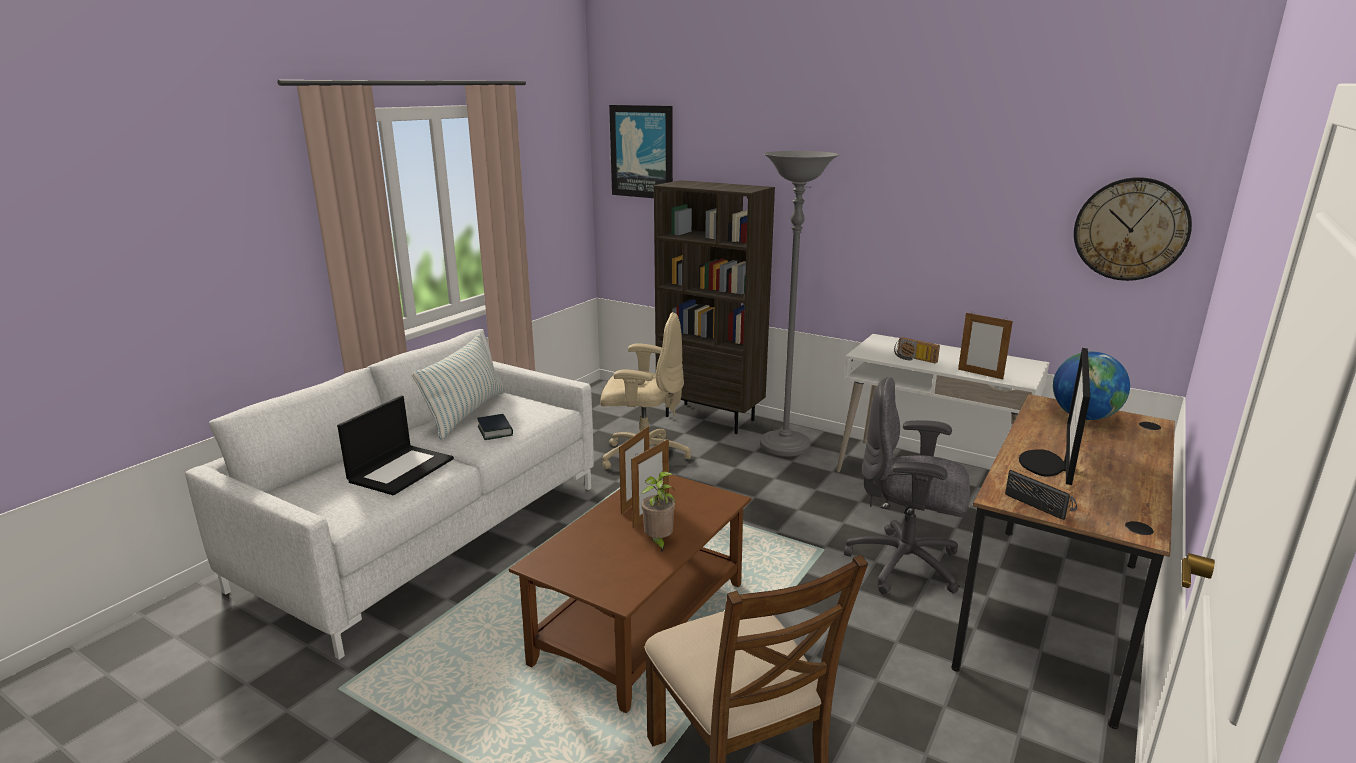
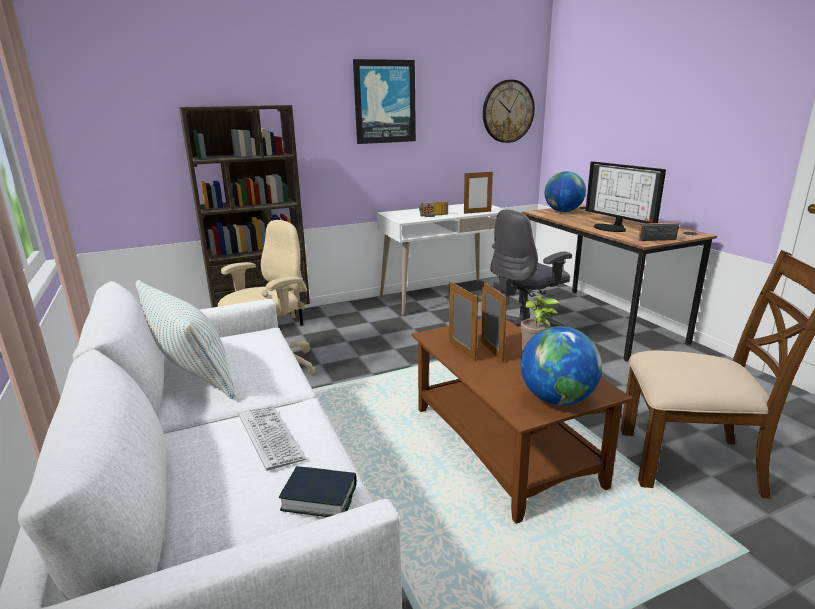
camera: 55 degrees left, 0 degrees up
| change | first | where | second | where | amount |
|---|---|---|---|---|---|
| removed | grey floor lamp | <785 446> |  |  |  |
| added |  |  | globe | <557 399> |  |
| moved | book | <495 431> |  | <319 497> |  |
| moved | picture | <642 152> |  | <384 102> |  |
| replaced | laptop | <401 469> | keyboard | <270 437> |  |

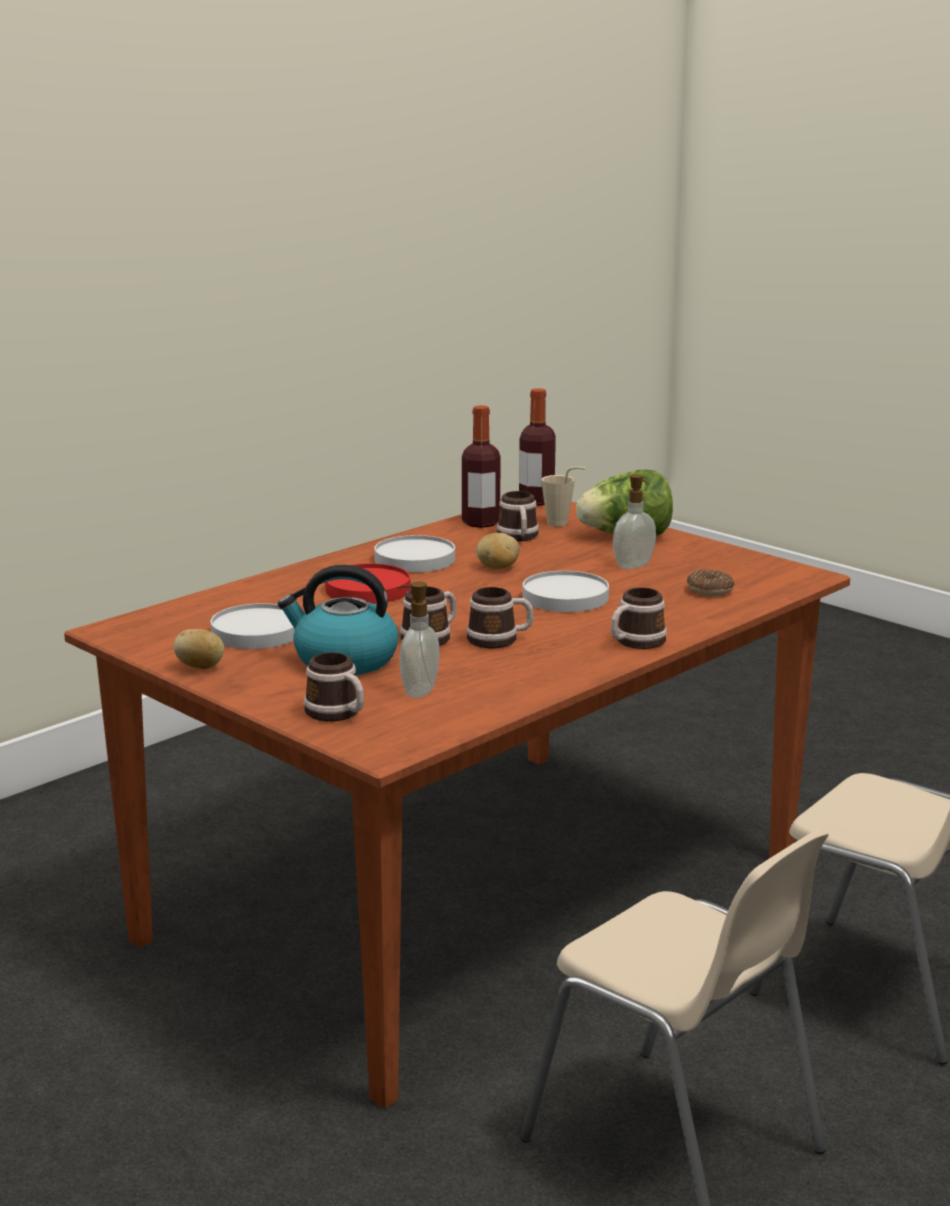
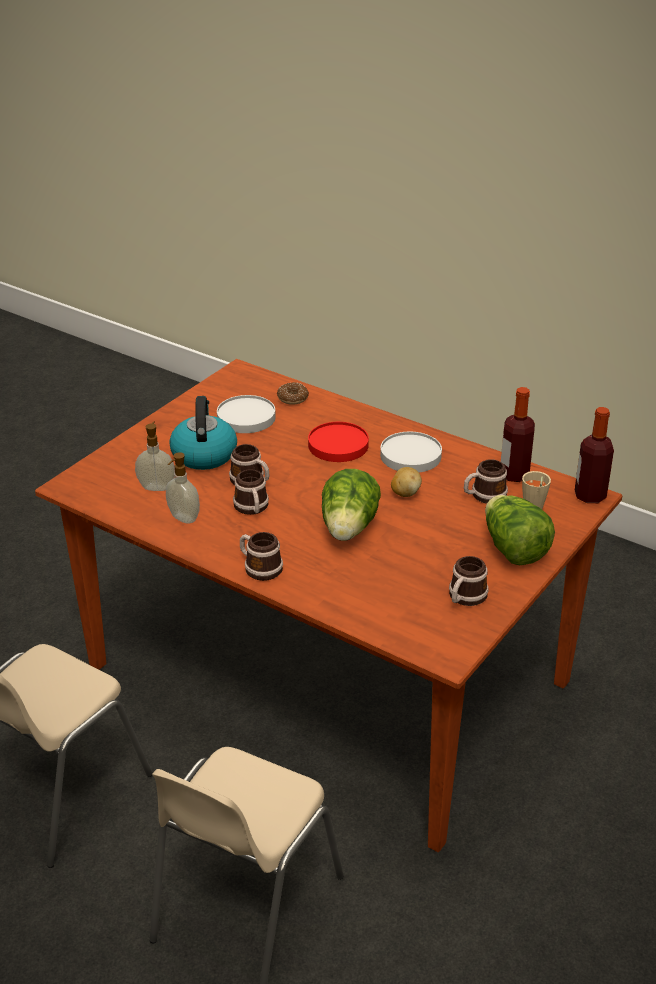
camera: 80 degrees right, 15 degrees up
| change | first | where | second | where | amount |
|---|---|---|---|---|---|
| removed | potato | <200 667> |  |  |  |
| moved | mug | <338 714> |  | <465 598> |  |
| moved | soap dispenser | <634 566> |  | <183 518> |  |
| moved | donut | <709 590> |  | <292 398> |  |
| replaced | white plate | <565 597> | lettuce | <349 529> |  |

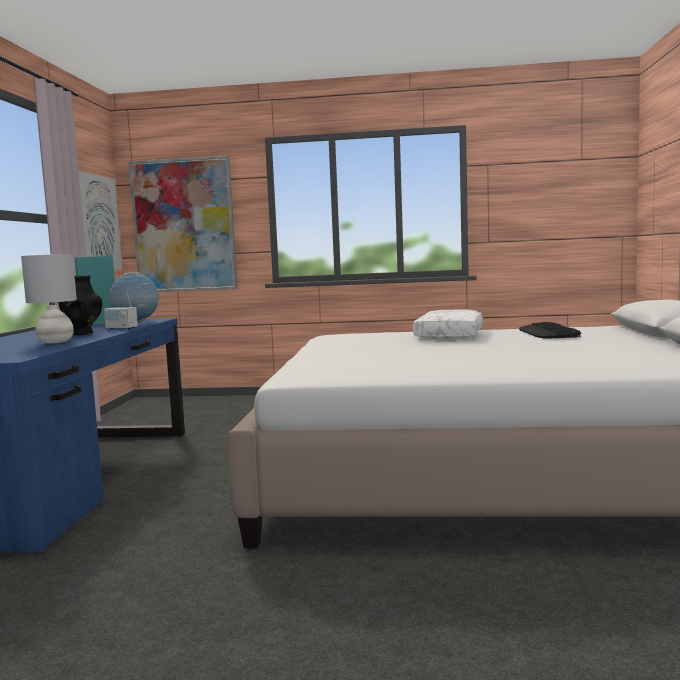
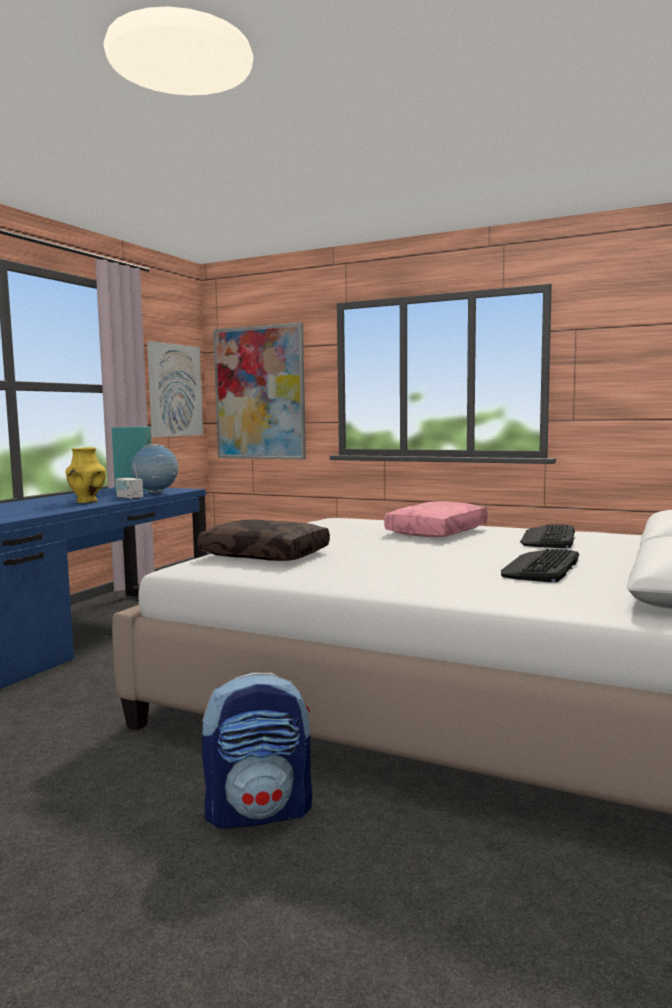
camera: 20 degrees right, 0 degrees up
| change | first | where | second | where | amount |
|---|---|---|---|---|---|
| removed | grey table lamp | <55 342> |  |  |  |
| added |  |  | brown pillow | <266 554> |  |
| added |  |  | backpack | <260 811> |  |
| added |  |  | keyboard | <541 567> |  |
| recoloured | black vase | <82 333> | yellow vase | <87 501> |  |
| recoloured | white pillow | <451 336> | pink pillow | <438 532> |  |

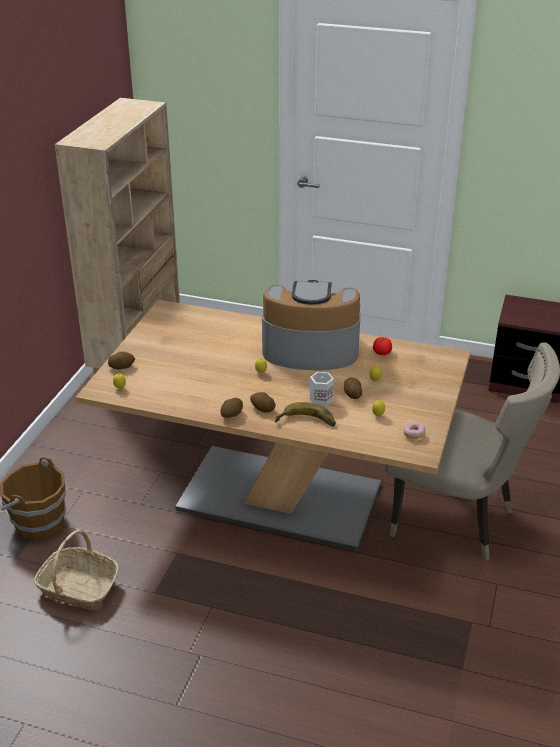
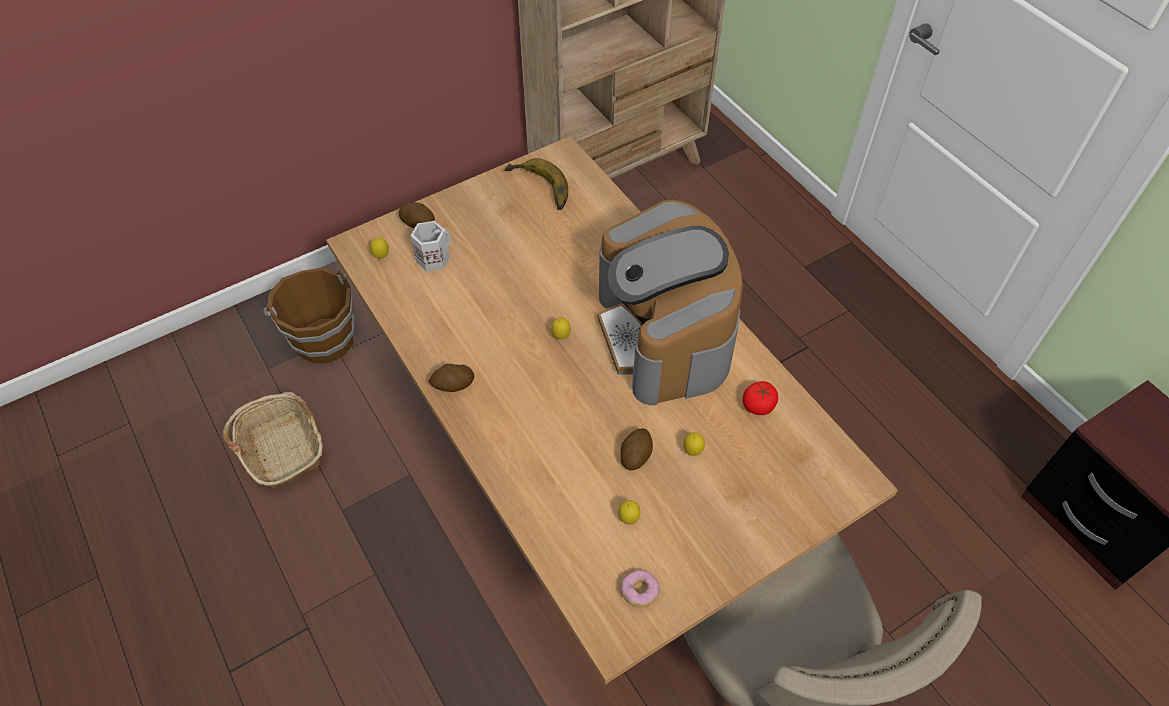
camera: 40 degrees right, 20 degrees up
| change | first | where | second | where | amount |
|---|---|---|---|---|---|
| removed | potato | <262 409> |  |  |  |
| moved | banana | <306 423> |  | <537 190> |  |
| moved | white mug | <320 399> |  | <433 257> |  |
| turned | coffee machine | <309 349> |  | <665 335> | 150 degrees counterclockwise |

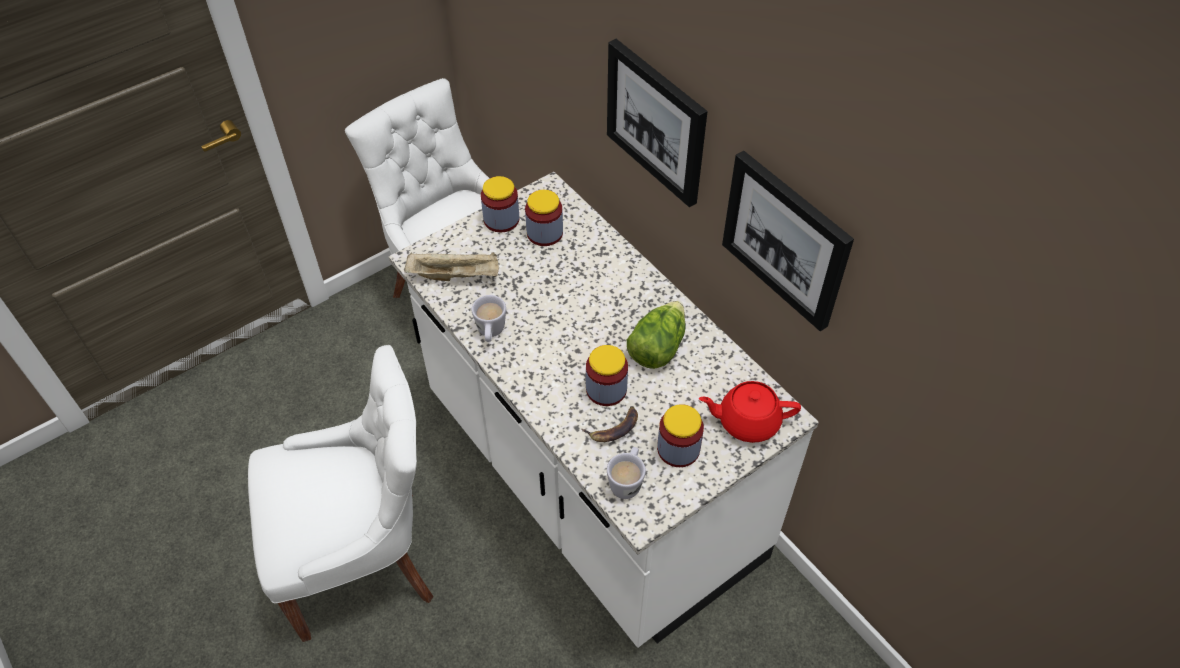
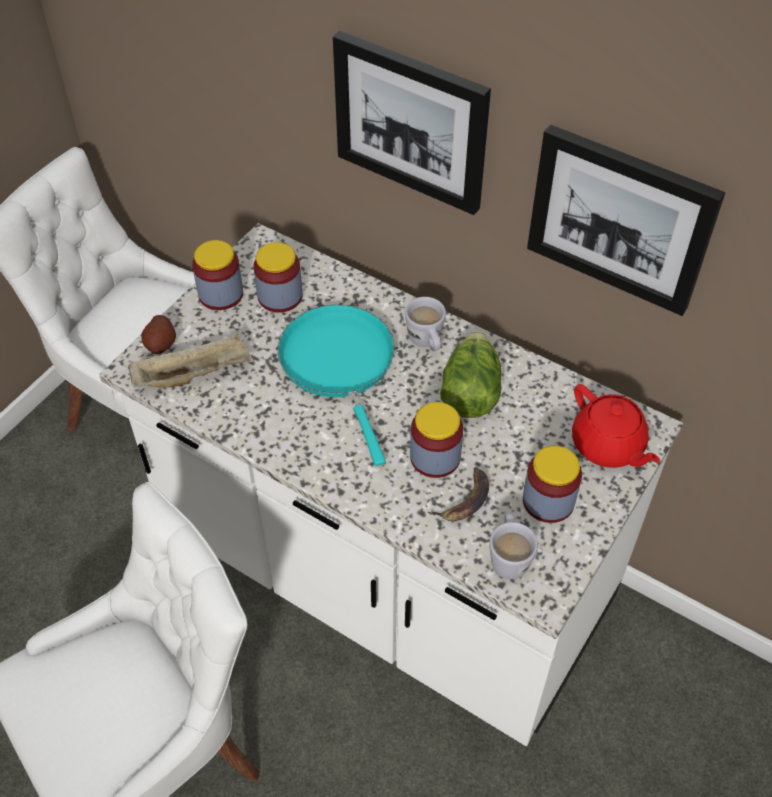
camera: 20 degrees left, 0 degrees up
| change | first | where | second | where | amount |
|---|---|---|---|---|---|
| added |  |  | potato | <161 344> |  |
| added |  |  | turquoise frying pan | <340 364> |  |
| moved | white mug | <490 333> |  | <427 342> |  |
| turned | red teapot | <747 421> |  | <608 445> | 105 degrees counterclockwise |

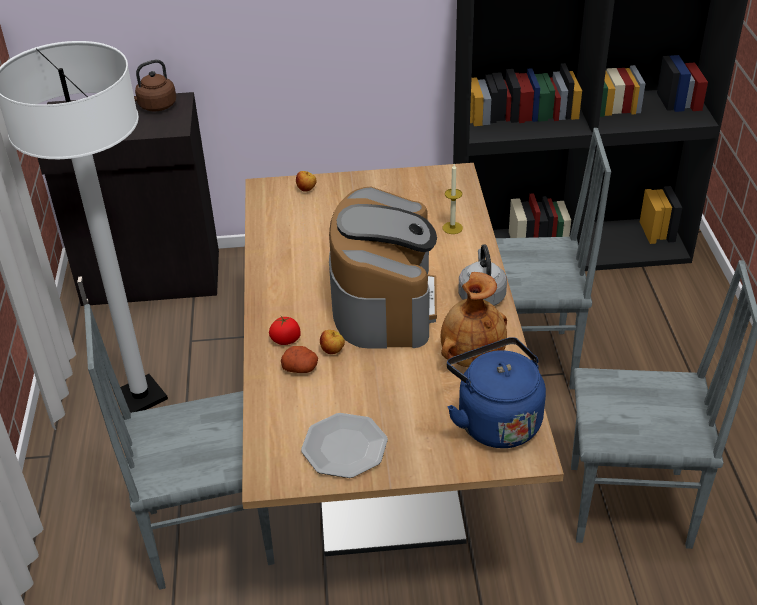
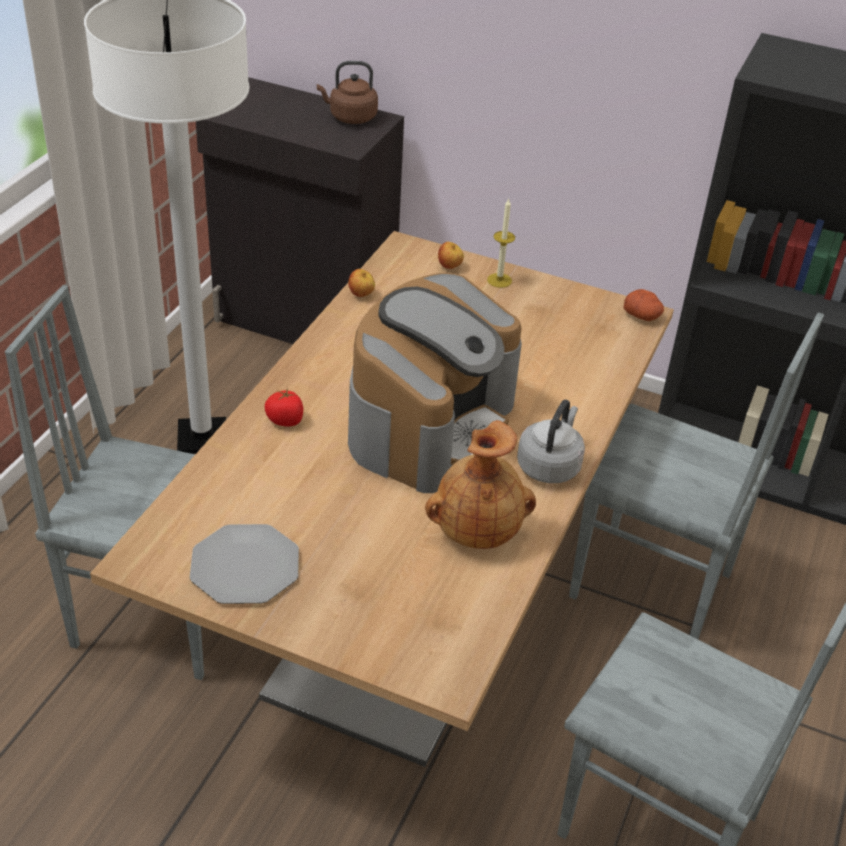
camera: 25 degrees right, 0 degrees up
| change | first | where | second | where | amount |
|---|---|---|---|---|---|
| removed | blue kettle | <495 420> |  |  |  |
| moved | potato | <301 368> |  | <642 316> |  |
| moved | apple | <332 351> |  | <361 295> |  |
| moved | candle | <452 228> |  | <499 280> |  |

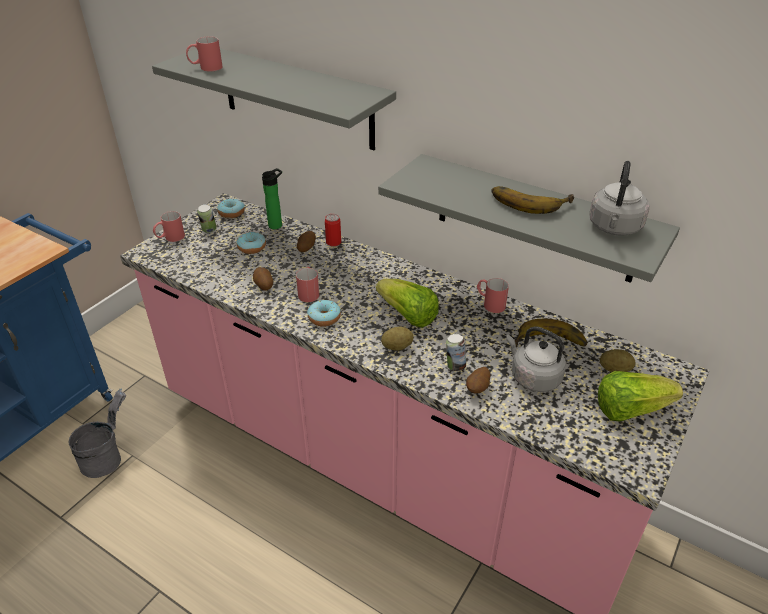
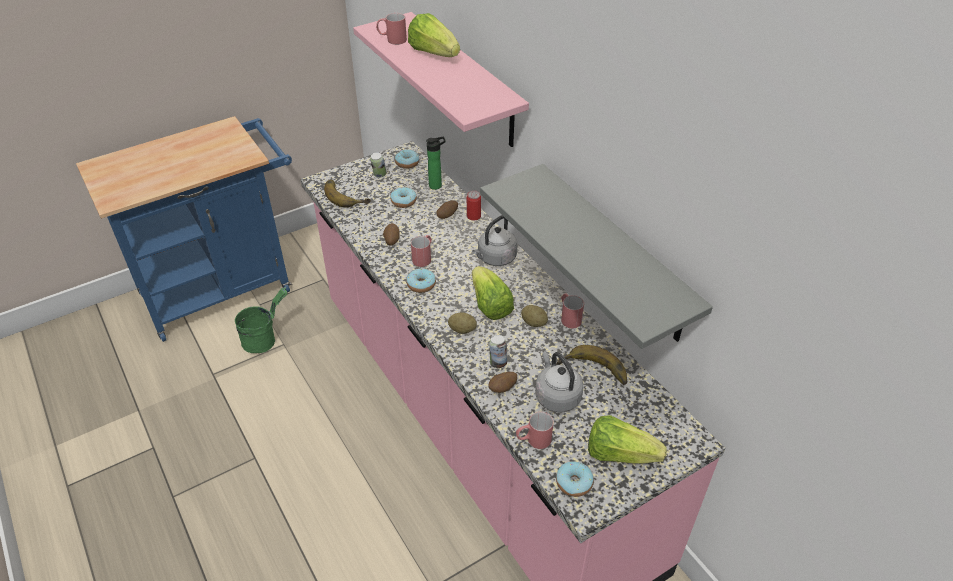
camera: 25 degrees right, 5 degrees up
| change | first | where | second | where | amount |
|---|---|---|---|---|---|
| added |  |  | lettuce | <434 53> |  |
| added |  |  | donut | <574 483> |  |
| moved | red mug | <170 238> |  | <533 440> |  |
| moved | banana | <529 200> |  | <347 195> |  |
| moved | grey kettle | <614 228> |  | <495 258> |  |
| moved | potato | <614 370> |  | <534 323> |  |
| recoloured | grey bucket | <107 457> | green bucket | <265 339> |  |
| recoloured | grey shelf | <296 97> | pink shelf | <465 80> |  |

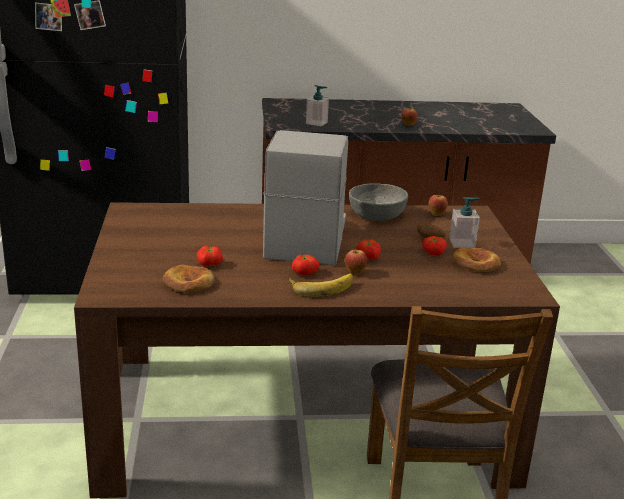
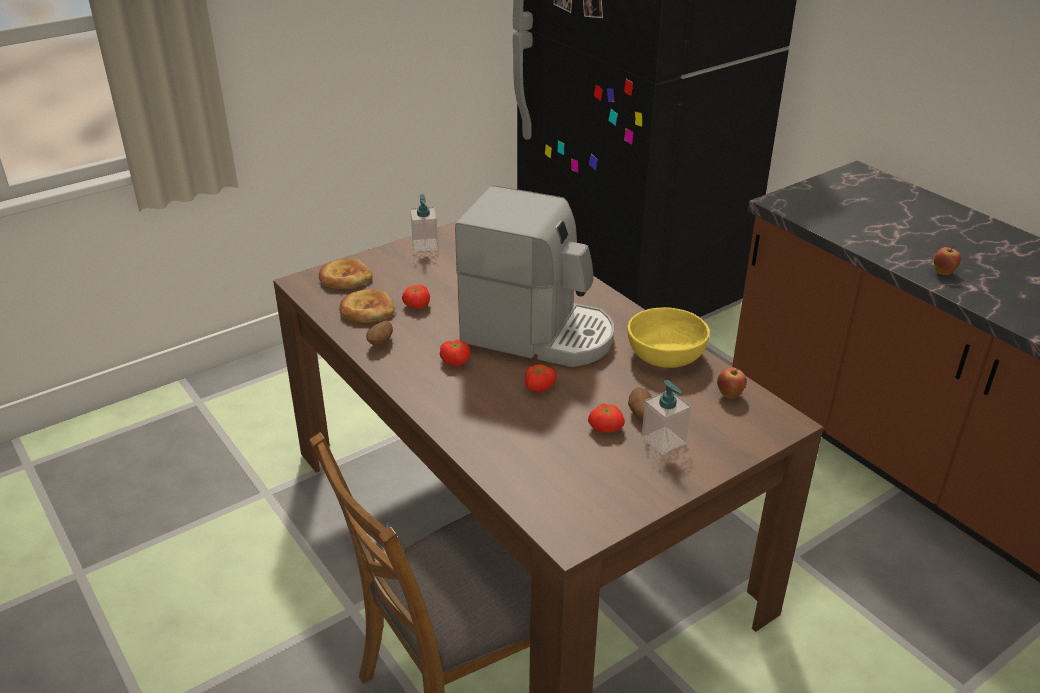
camera: 60 degrees right, 10 degrees up
| change | first | where | second | where | amount |
|---|---|---|---|---|---|
| removed | banana | <321 286> |  |  |  |
| removed | apple | <355 272> |  |  |  |
| added |  |  | potato | <381 343> |  |
| moved | soap dispenser | <316 123> |  | <425 245> |  |
| moved | bread | <476 263> |  | <345 278> |  |
| recoloured | grey bowl | <376 215> | yellow bowl | <665 354> |  |
| turned | coffee machine | <306 239> |  | <538 334> | 45 degrees clockwise |

